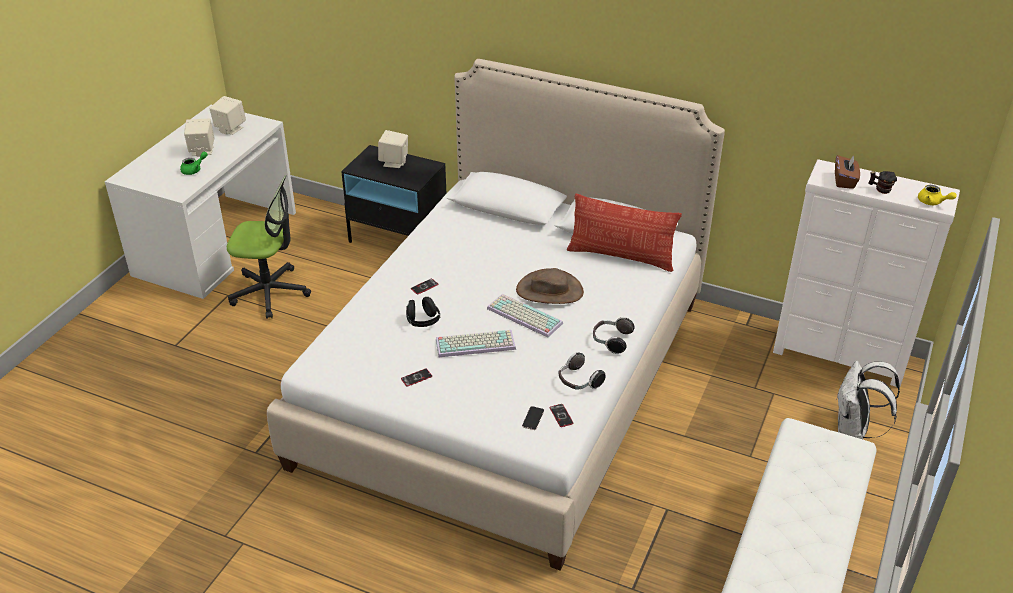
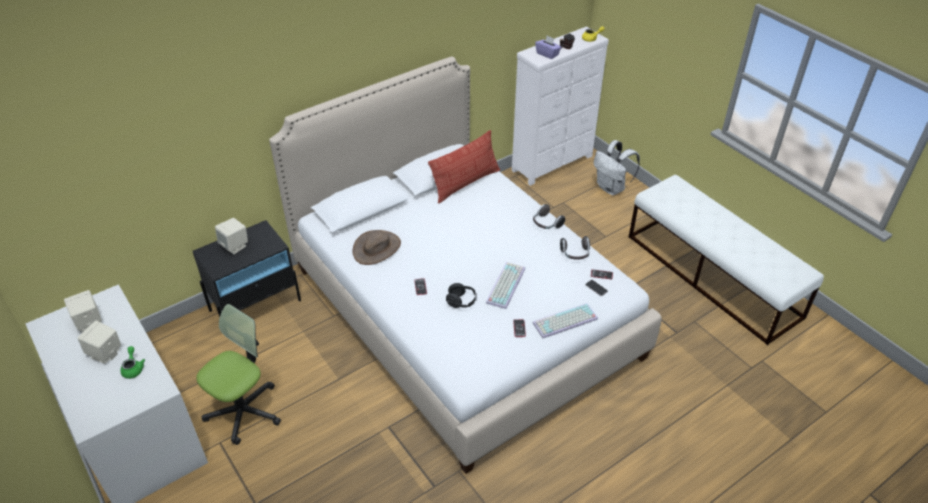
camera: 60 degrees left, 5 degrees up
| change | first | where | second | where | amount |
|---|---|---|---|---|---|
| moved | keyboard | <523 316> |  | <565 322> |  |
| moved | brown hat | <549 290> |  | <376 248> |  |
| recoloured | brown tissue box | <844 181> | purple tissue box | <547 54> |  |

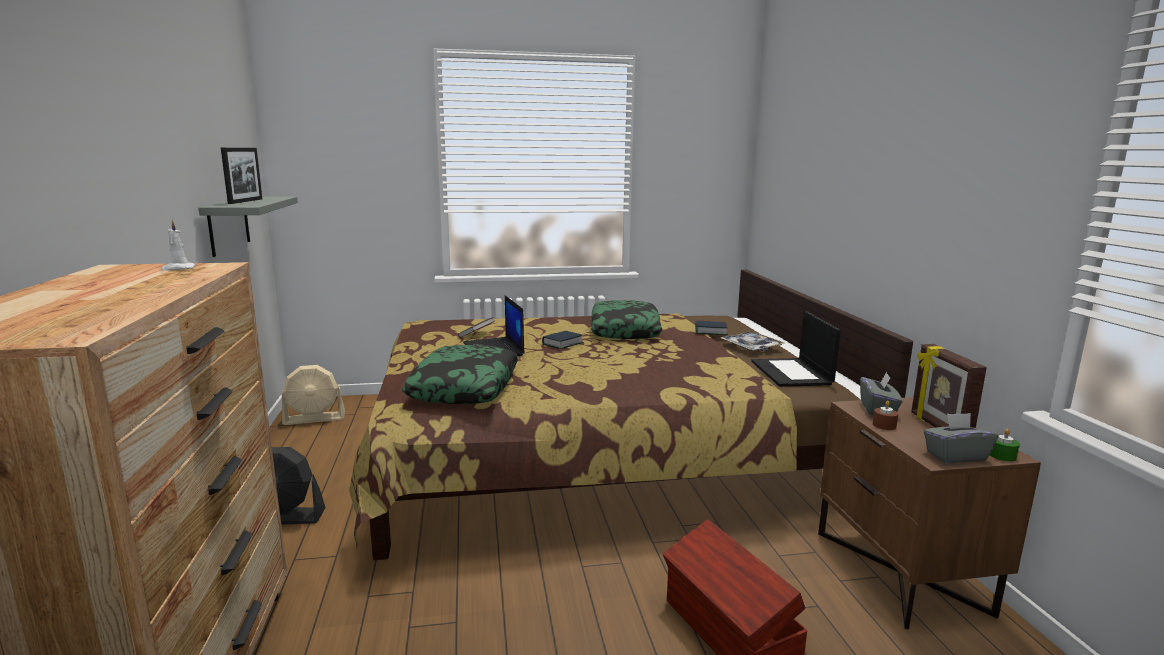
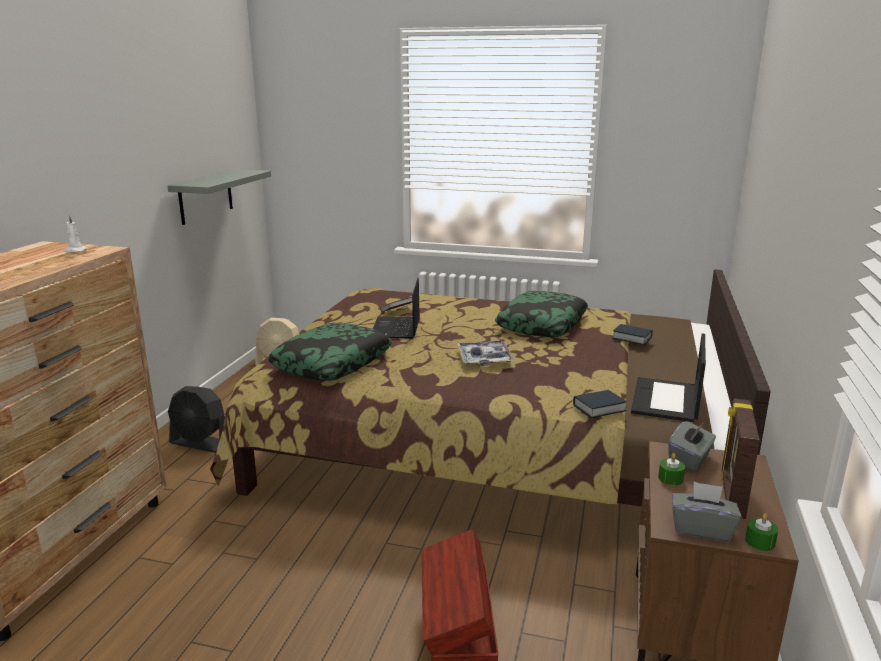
camera: 25 degrees right, 5 degrees up
| change | first | where | second | where | amount |
|---|---|---|---|---|---|
| removed | picture frame | <246 201> |  |  |  |
| moved | book | <562 343> |  | <599 408> |  |
| moved | tray | <751 347> |  | <484 359> |  |
| recoloured | brown candle | <884 425> | green candle | <670 478> |  |

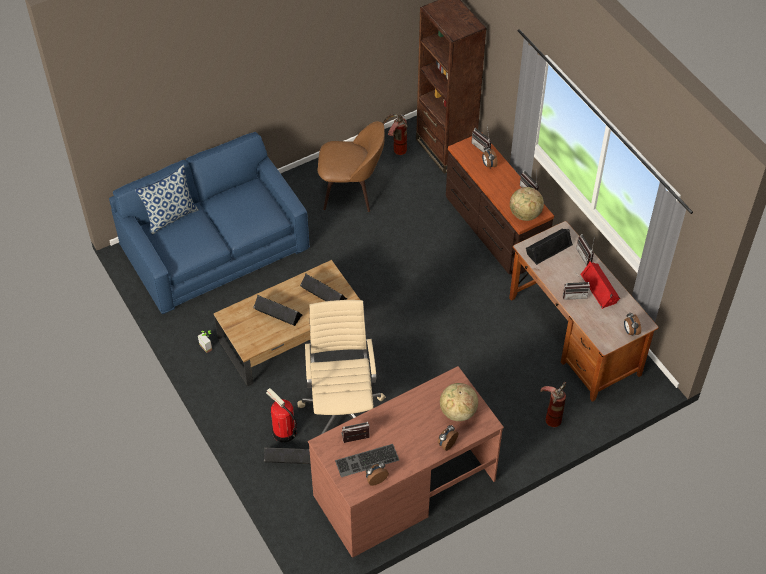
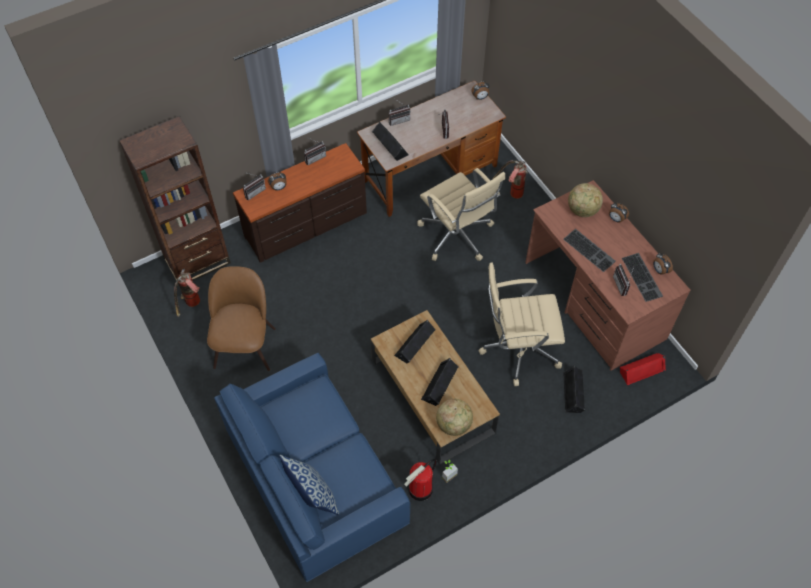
camera: 90 degrees left, 5 degrees up
| change | first | where | second | where | amount |
|---|---|---|---|---|---|
| added |  |  | beige office chair | <457 236> |  |
| added |  |  | keyboard | <590 250> |  |
| moved | fire extinguisher | <283 432> |  | <420 489> |  |
| moved | globe | <525 215> |  | <454 424> |  |
| moved | red speaker | <600 288> |  | <641 369> |  |

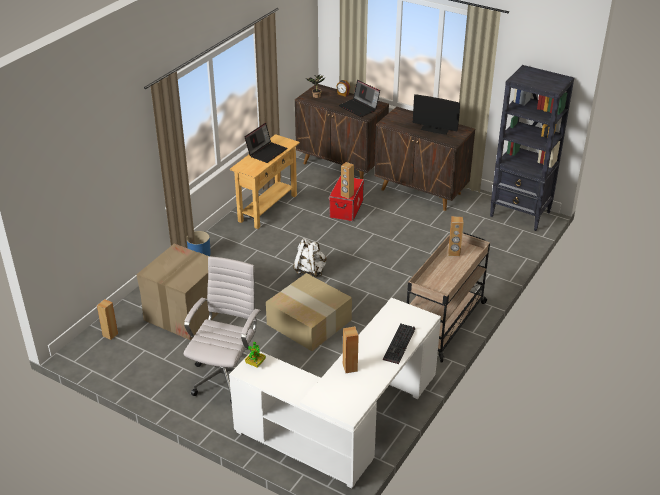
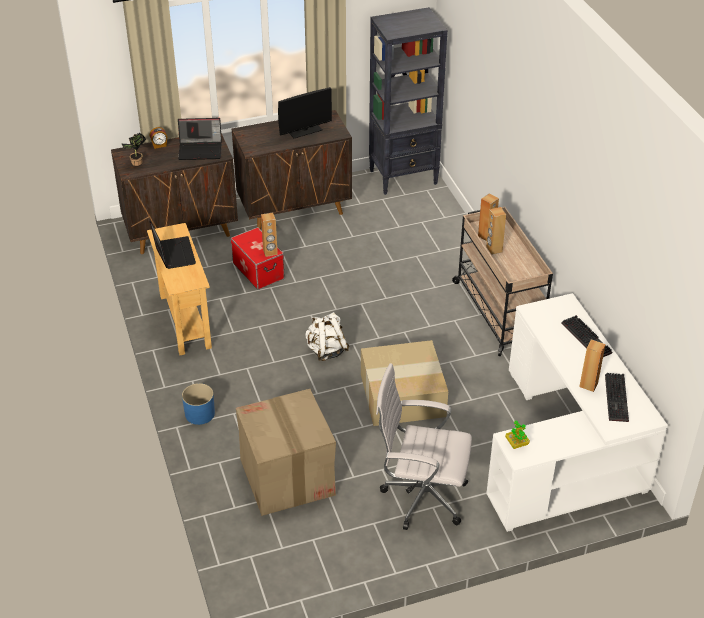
camera: 50 degrees left, 5 degrees up
| change | first | where | second | where | amount |
|---|---|---|---|---|---|
| added |  |  | keyboard | <617 399> |  |
| moved | brown speaker | <110 335> |  | <494 249> |  |
| turned | white office chair | <226 376> |  | <420 497> | 45 degrees counterclockwise |

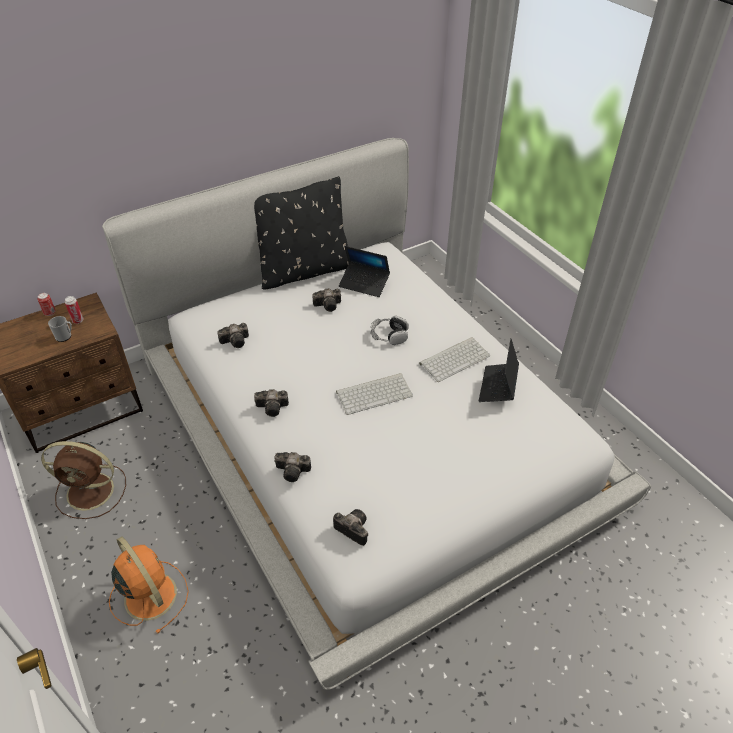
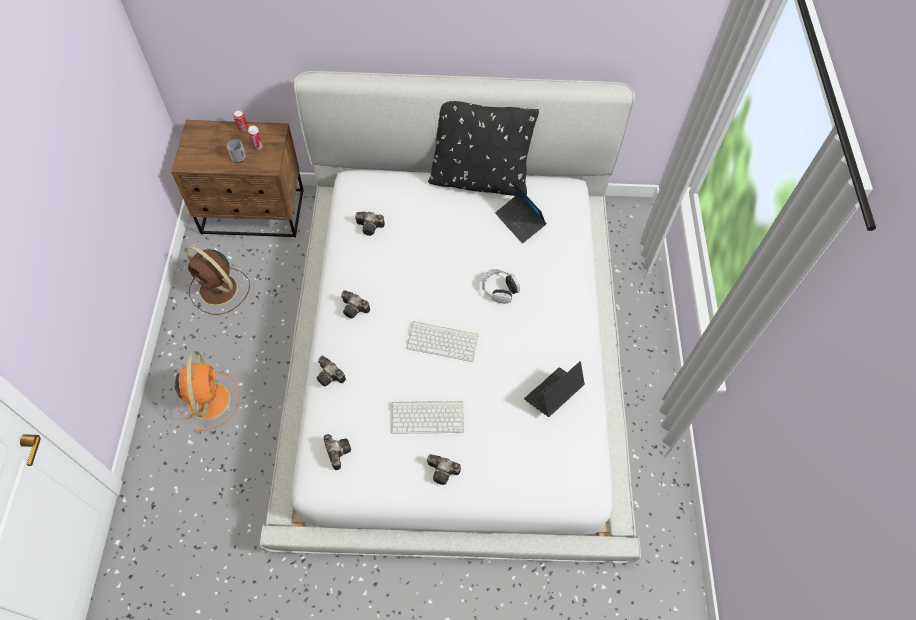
camera: 30 degrees right, 15 degrees up
| change | first | where | second | where | amount |
|---|---|---|---|---|---|
| moved | photo camera | <329 305> |  | <444 472> |  |
| moved | keyboard | <455 359> |  | <428 416> |  |

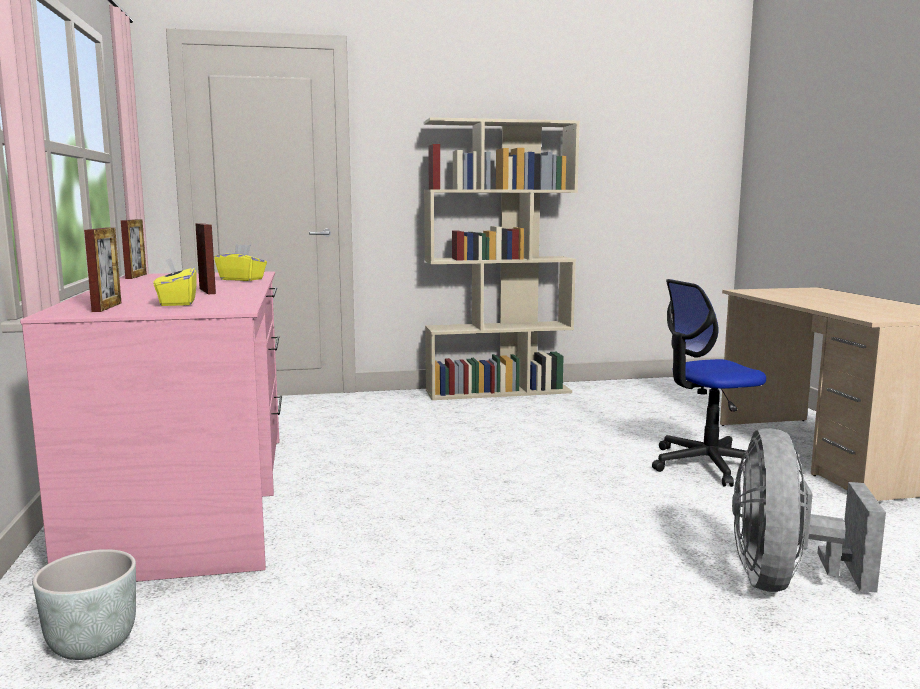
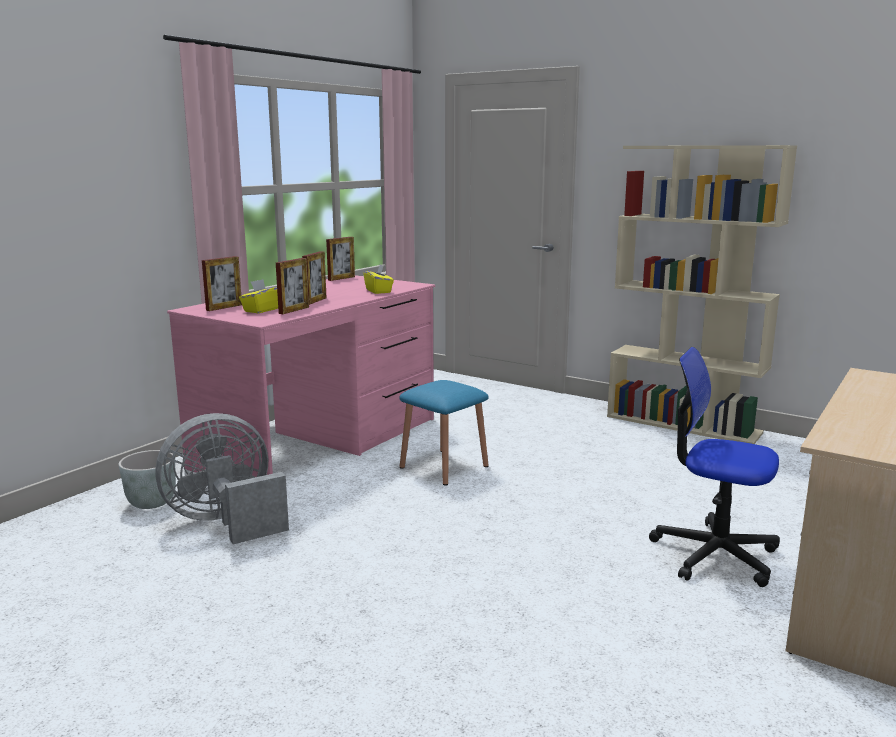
camera: 45 degrees right, 5 degrees up
| change | first | where | second | where | amount |
|---|---|---|---|---|---|
| added |  |  | picture frame | <294 310> |  |
| added |  |  | blue stool | <444 467> |  |
| moved | grey fan | <784 581> |  | <226 522> |  |

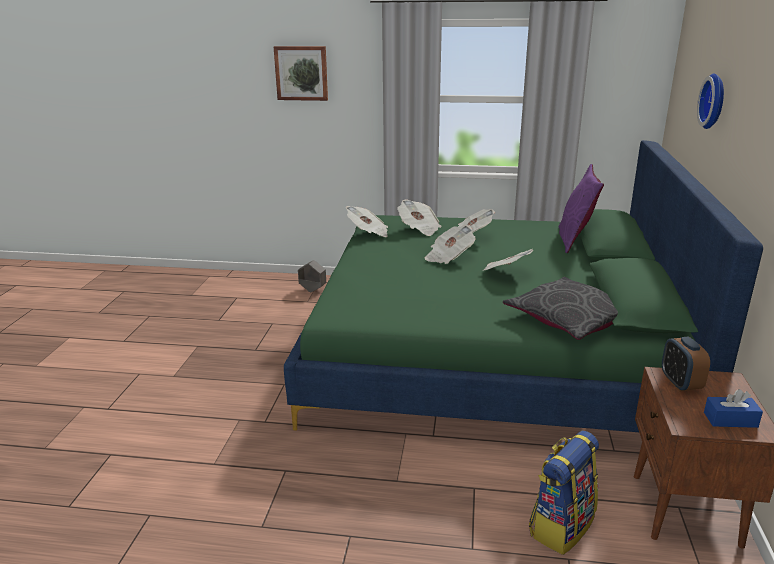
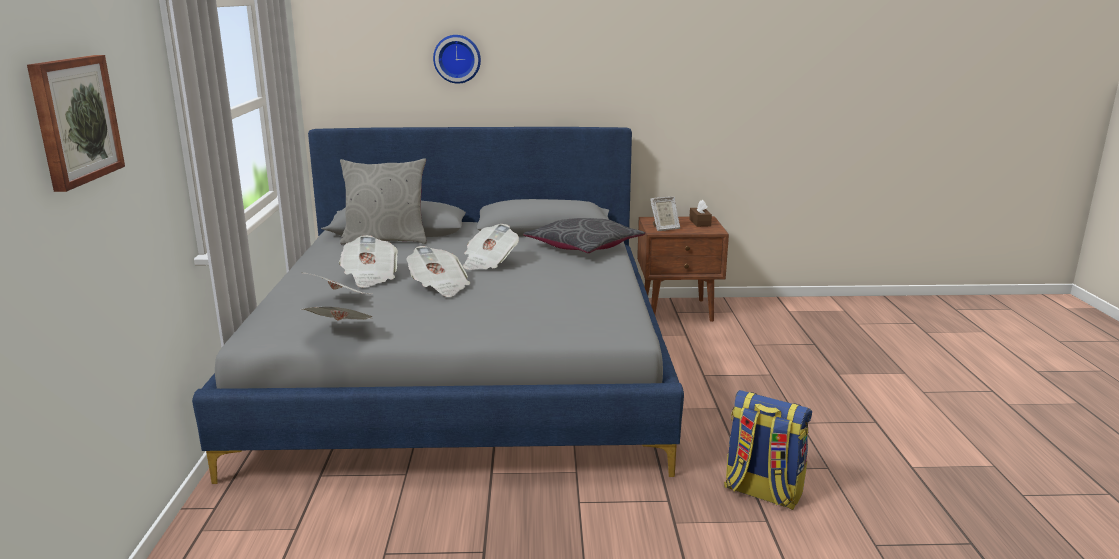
camera: 100 degrees left, 5 degrees down
| change | first | where | second | where | amount |
|---|---|---|---|---|---|
| removed | grey planter | <313 290> |  |  |  |
| moved | backpack | <561 526> |  | <762 492> |  |
| replaced | alarm clock | <680 383> | picture frame | <664 228> |  |
| recoloured | green bed | <491 350> | grey bed | <465 371> |  |
| recoloured | purple pillow | <575 240> | grey pillow | <386 240> |  |
| recoloured | blue tissue box | <730 420> | brown tissue box | <700 222> |  |

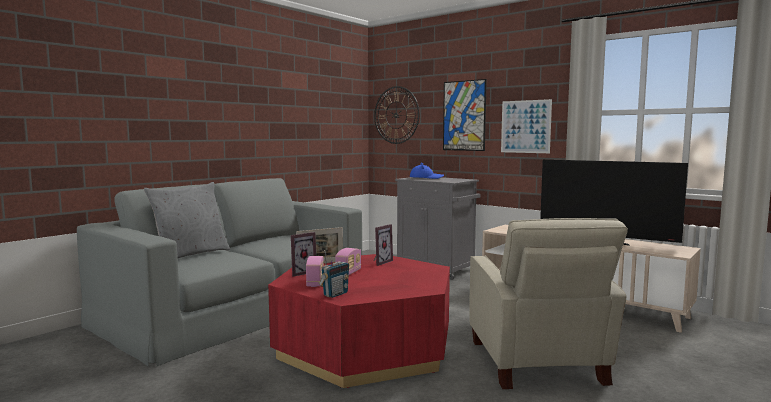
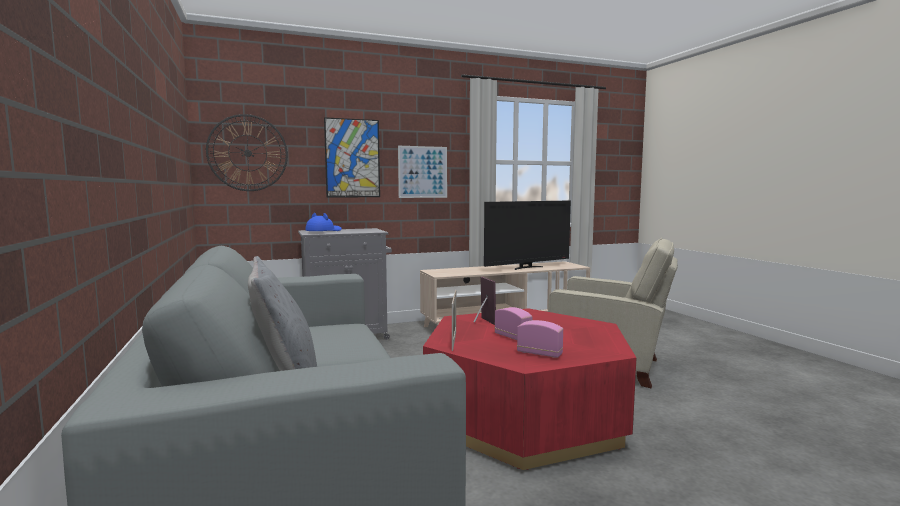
camera: 60 degrees left, 0 degrees up
| change | first | where | second | where | amount |
|---|---|---|---|---|---|
| removed | picture frame | <301 272> |  |  |  |
| removed | radio | <335 294> |  |  |  |

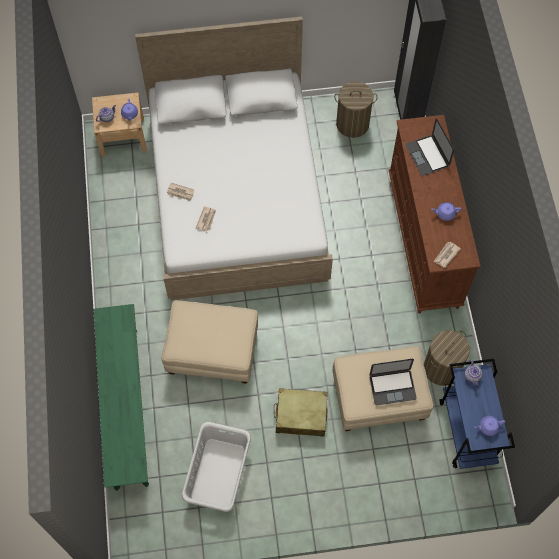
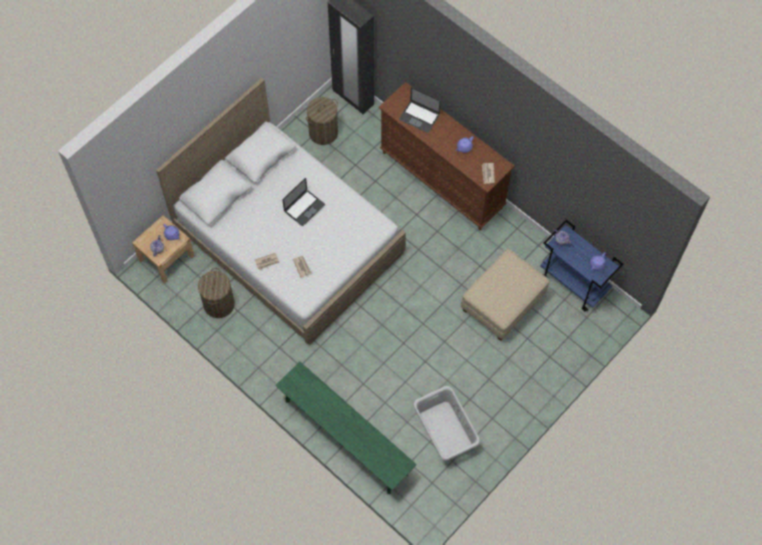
camera: 40 degrees left, 0 degrees up
| change | first | where | second | where | amount |
|---|---|---|---|---|---|
| removed | beige ottoman | <212 352> |  |  |  |
| removed | beige suitcase | <301 415> |  |  |  |
| moved | laptop | <392 387> |  | <304 208> |  |
| moved | laundry basket | <441 368> |  | <219 304> |  |

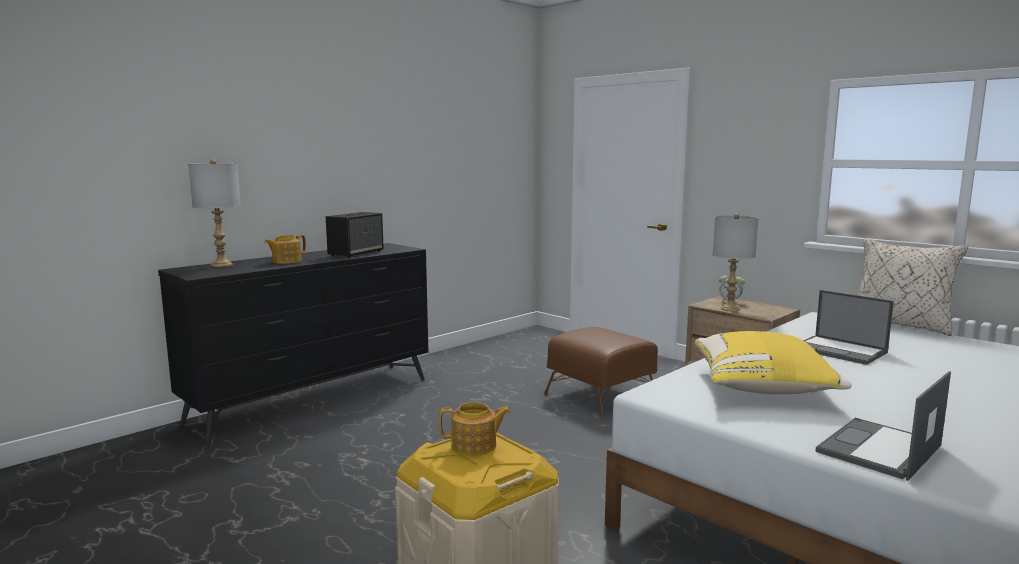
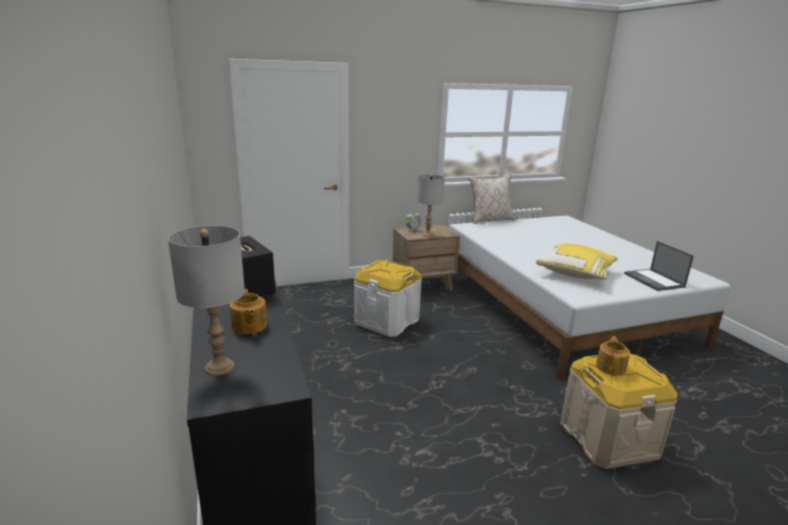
camera: 65 degrees left, 10 degrees up
| change | first | where | second | where | amount |
|---|---|---|---|---|---|
| removed | laptop | <841 350> |  |  |  |
| replaced | brown ottoman | <601 396> | white storage box | <386 321> |  |

